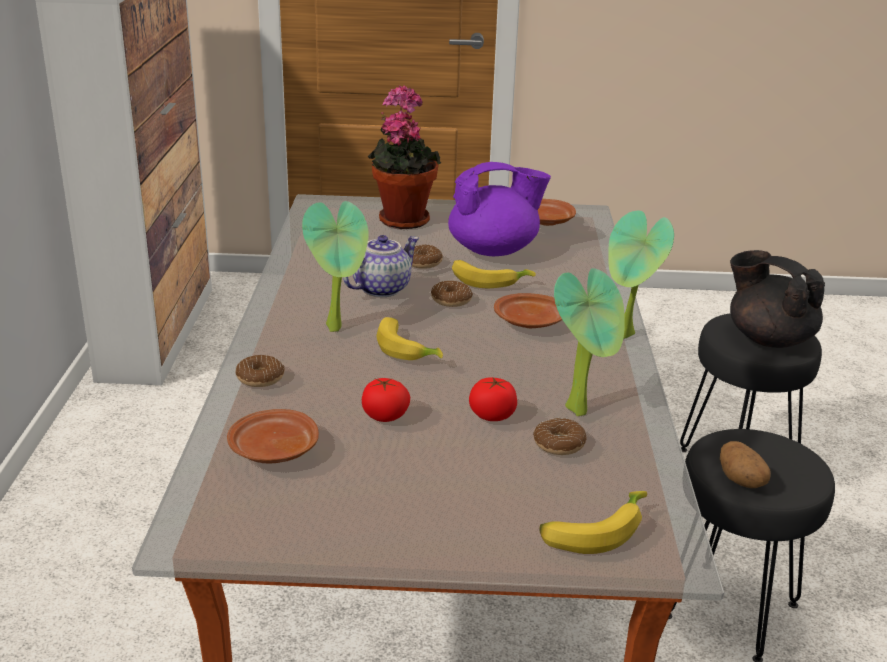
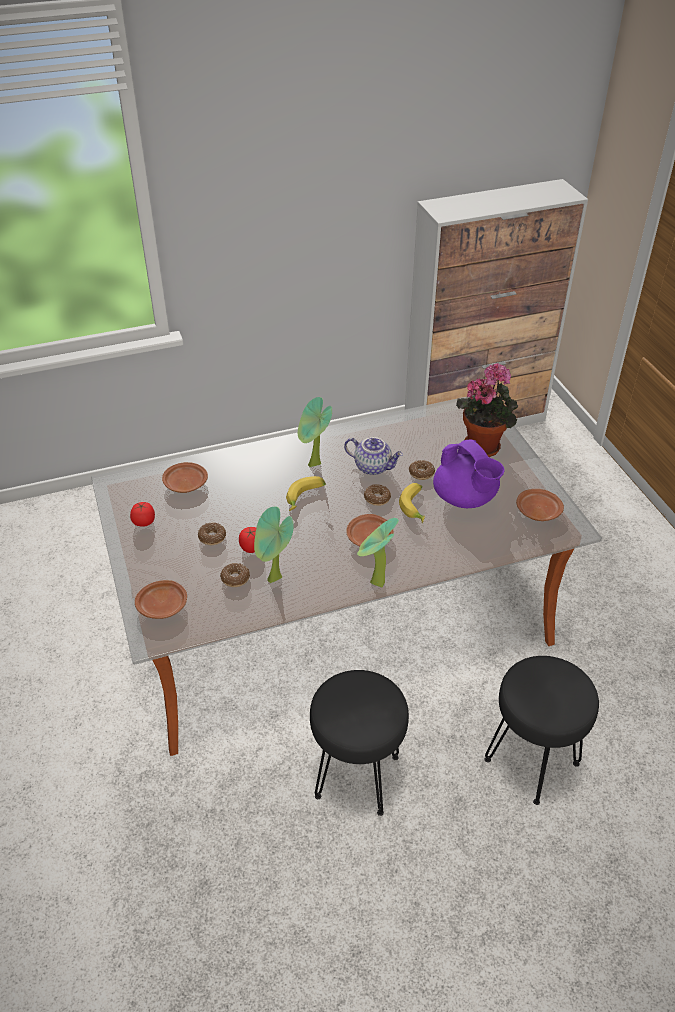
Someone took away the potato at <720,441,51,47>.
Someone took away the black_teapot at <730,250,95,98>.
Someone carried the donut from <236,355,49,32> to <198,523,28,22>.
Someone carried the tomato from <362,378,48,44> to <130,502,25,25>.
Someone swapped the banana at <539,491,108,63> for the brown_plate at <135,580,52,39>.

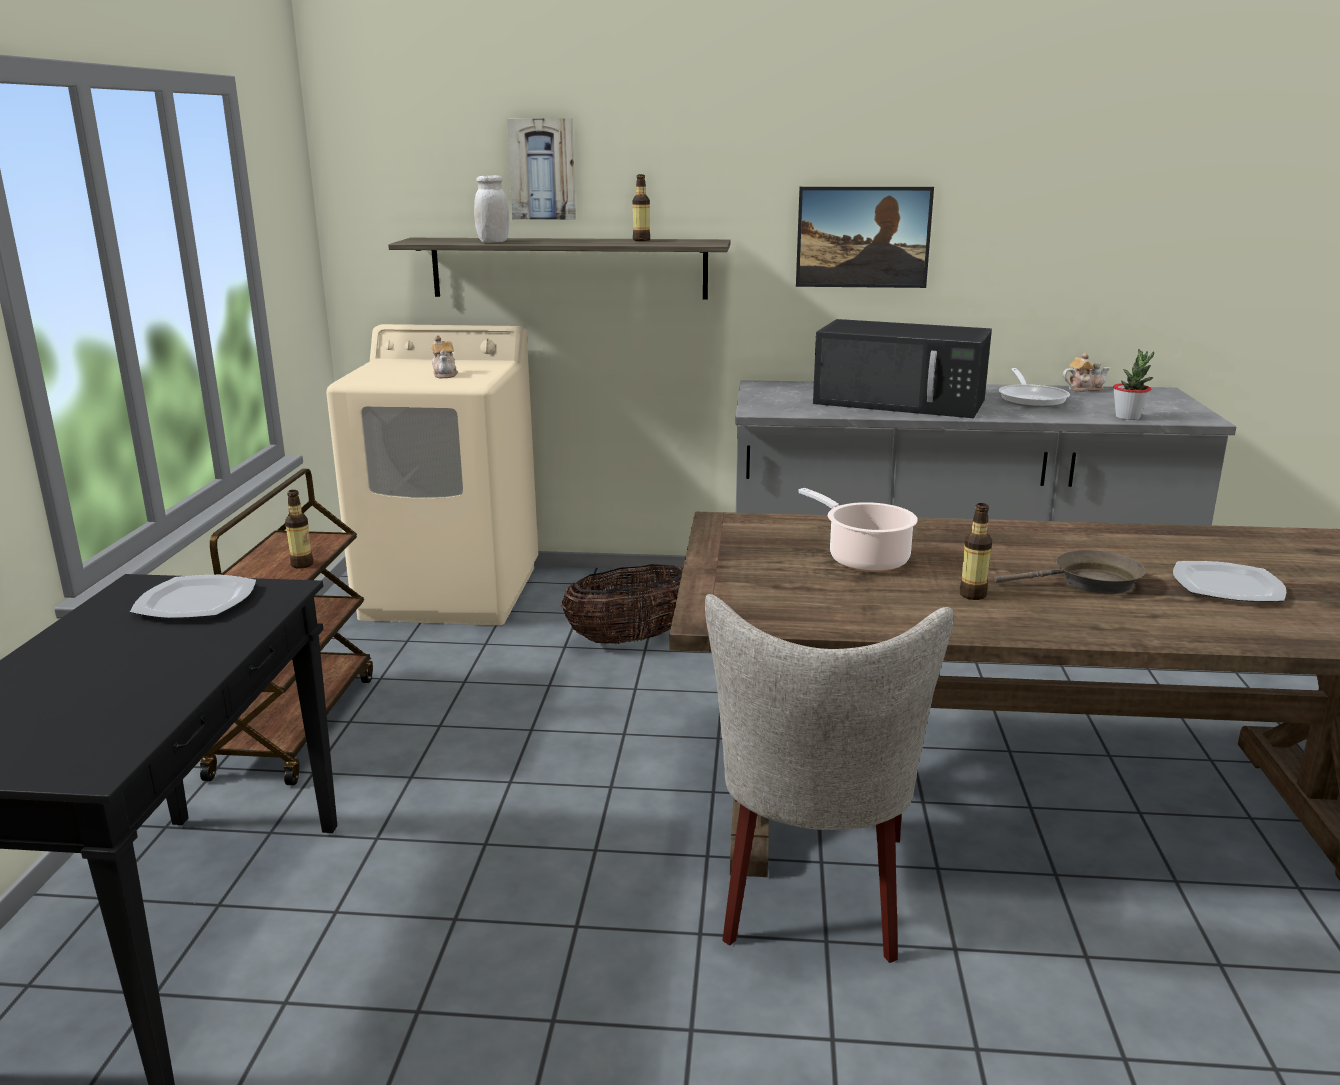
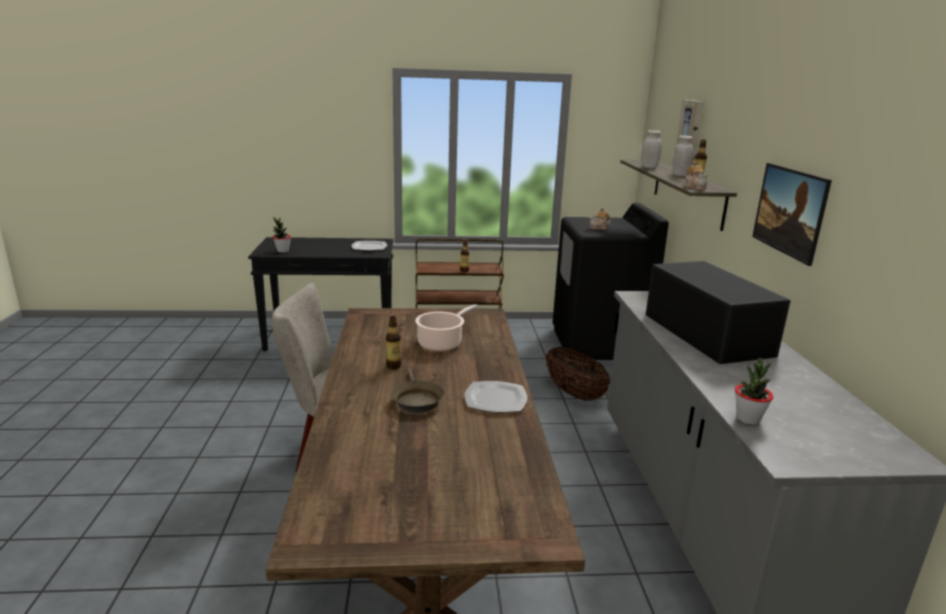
Someone took away the frying_pan at <999,368,71,39>.
Someone put down the potted_plant at <273,218,18,35>.
Someone put down the white_jar at <672,135,21,41>.
Someone carried the teapot from <1063,353,47,39> to <685,161,23,29>.
Someone carried the plate from <1173,561,113,41> to <465,381,62,31>.
Someone repainted the beige_washing_machine at <326,324,212,302>, which became the black_washing_machine at <553,203,116,157>.
Someone rotated the black_microwave at <813,319,179,99> by 150 degrees clockwise.

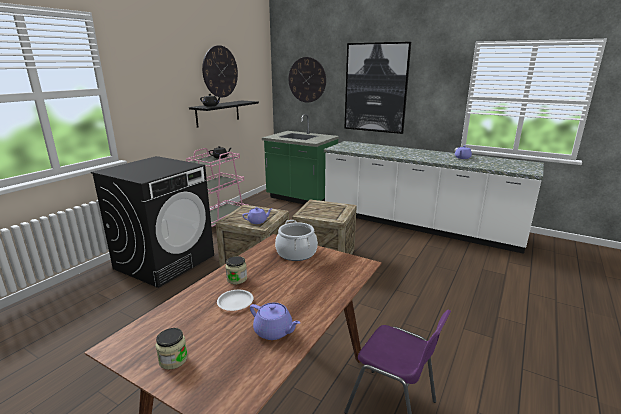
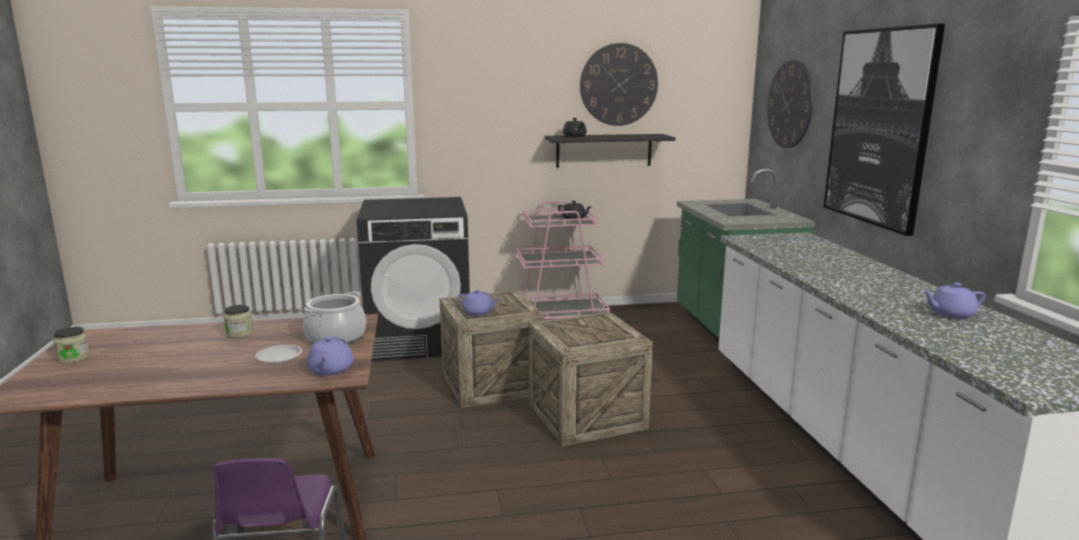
Someone carried the white_plate from <217,290,36,21> to <255,345,47,18>.
Someone carried the purple_teapot from <250,303,51,37> to <307,336,47,40>.

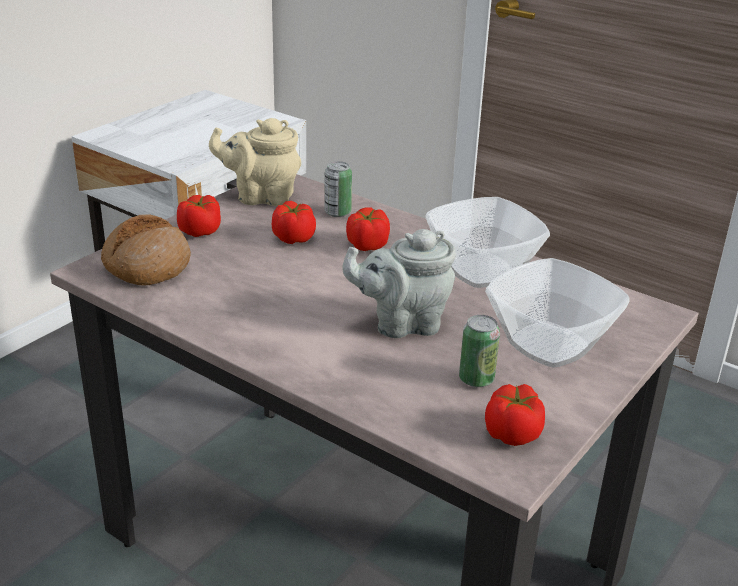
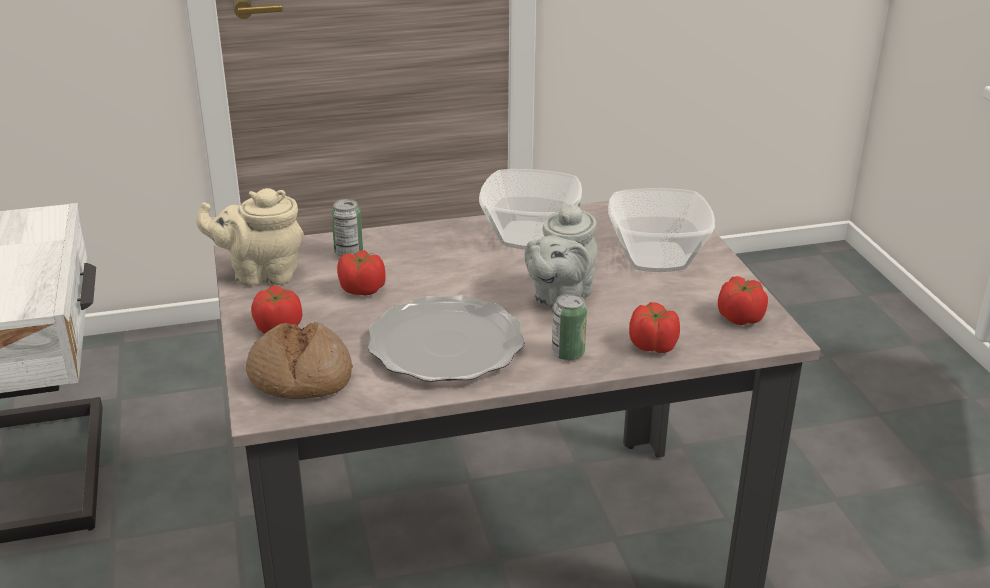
Someone put down the plate at <368,295,157,87>.
Someone carried the tomato from <346,207,44,44> to <629,302,51,51>.
Someone carried the can from <459,315,41,72> to <552,293,35,68>.
Someone rotated the beige_teapot at <209,118,92,88> by 45 degrees clockwise.

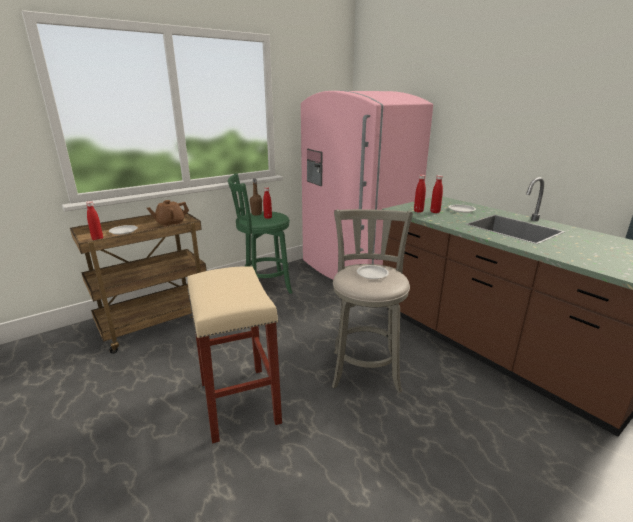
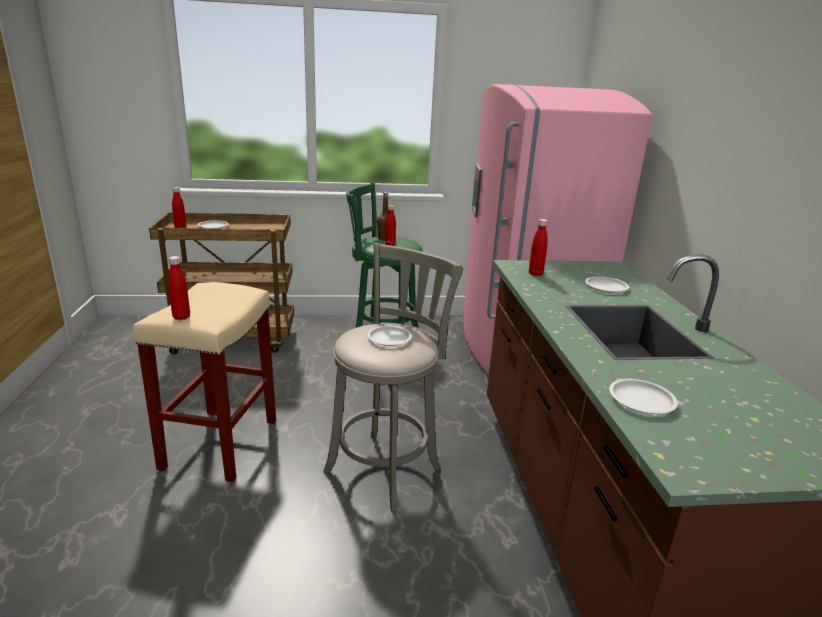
Someone took away the brown_teapot at <147,200,42,27>.
Someone put down the white_plate at <609,379,69,35>.
Someone carried the red_bottle from <430,175,13,38> to <168,256,22,64>.

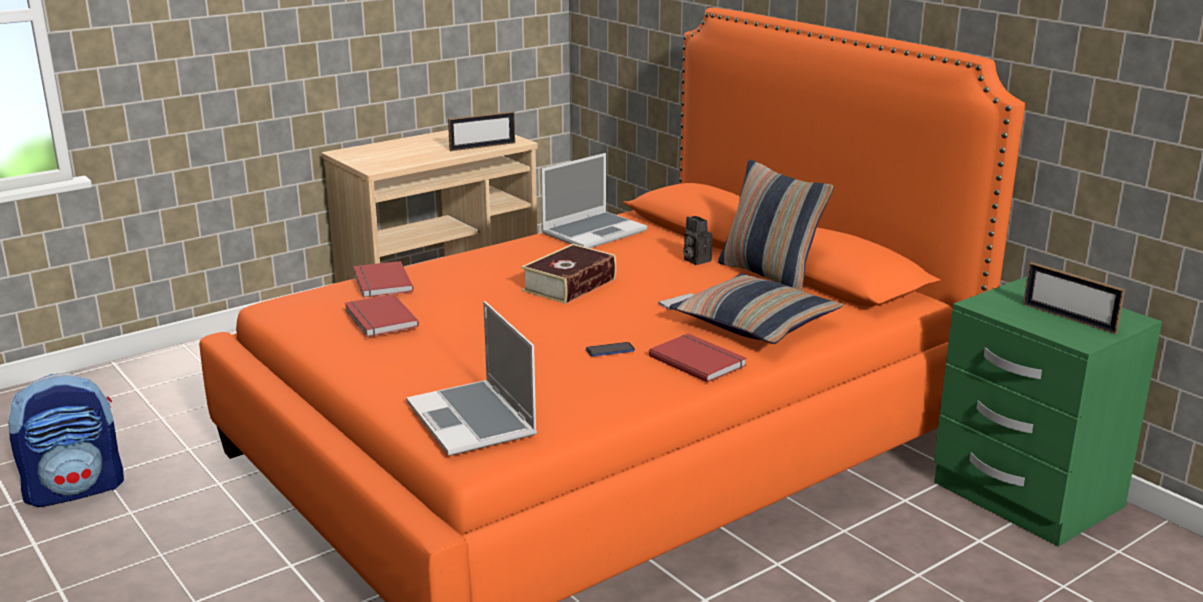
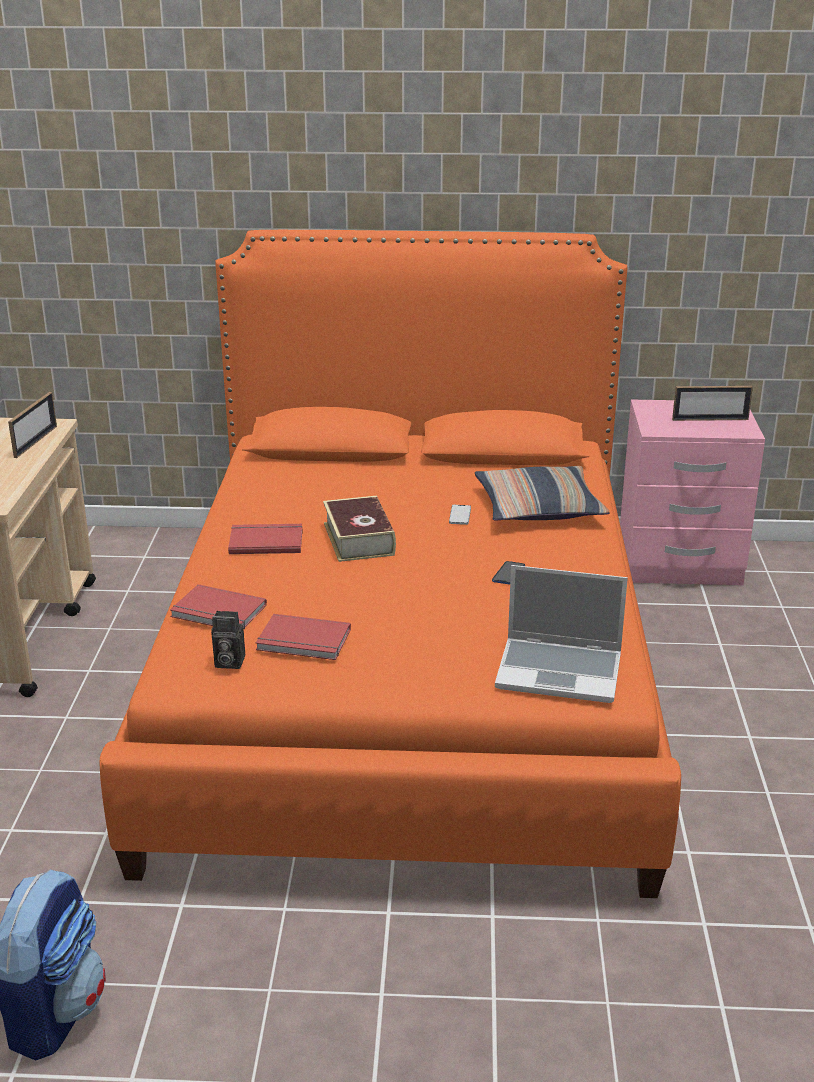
Someone took away the laptop at <541,153,106,95>.
Someone took away the pillow at <718,159,115,132>.
Someone carried the red_book from <649,333,98,50> to <228,524,75,30>.
Someone carried the photo_camera from <683,216,29,49> to <211,611,34,58>.
Someone repainted the green_nightstand at <934,276,228,271>, which became the pink_nightstand at <620,400,145,185>.

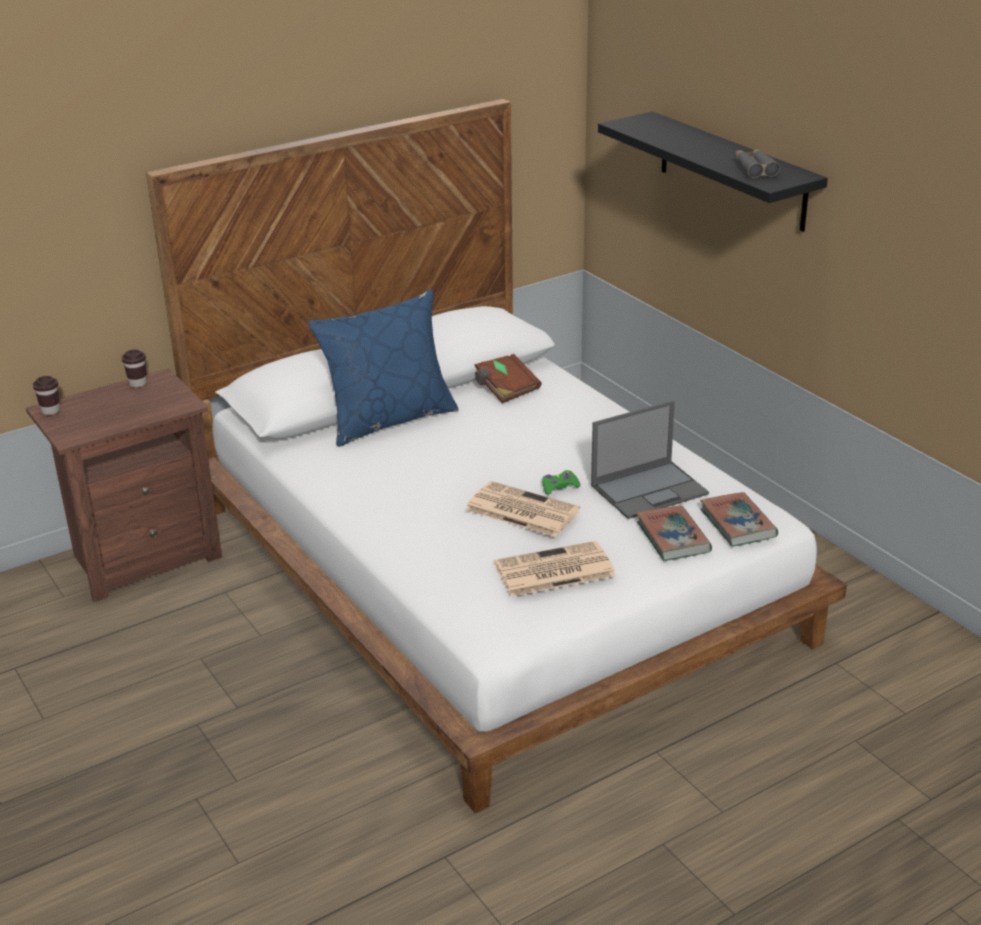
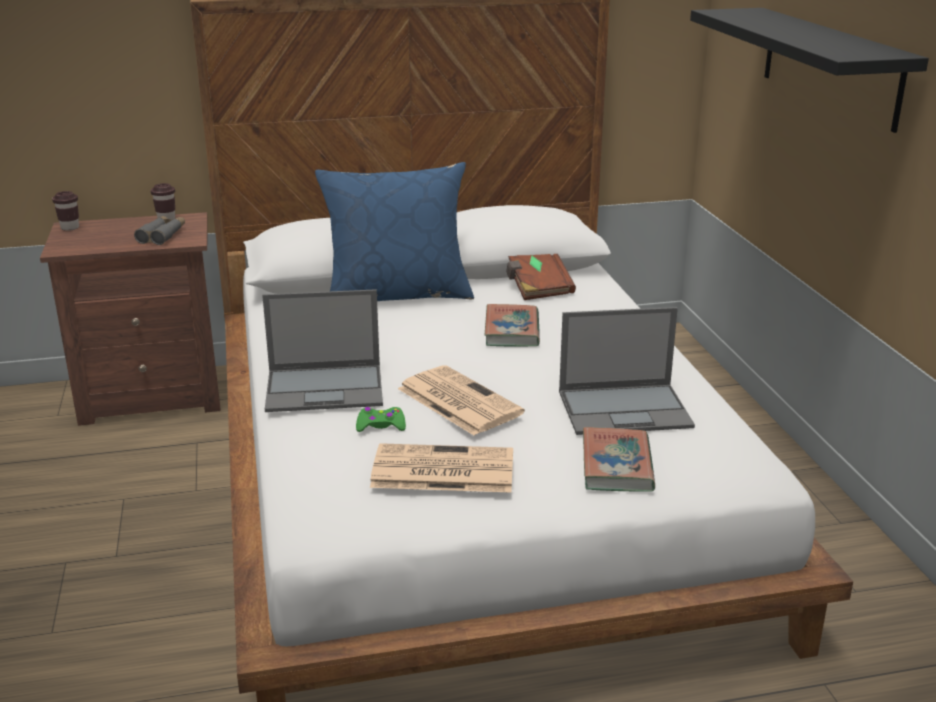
Someone put down the laptop at <262,289,121,123>.
Someone carried the green_game_controller from <542,470,38,25> to <356,407,50,25>.
Someone carried the book from <700,492,78,55> to <485,304,55,43>.
Someone carried the grey_binoculars from <735,149,45,29> to <134,216,51,29>.

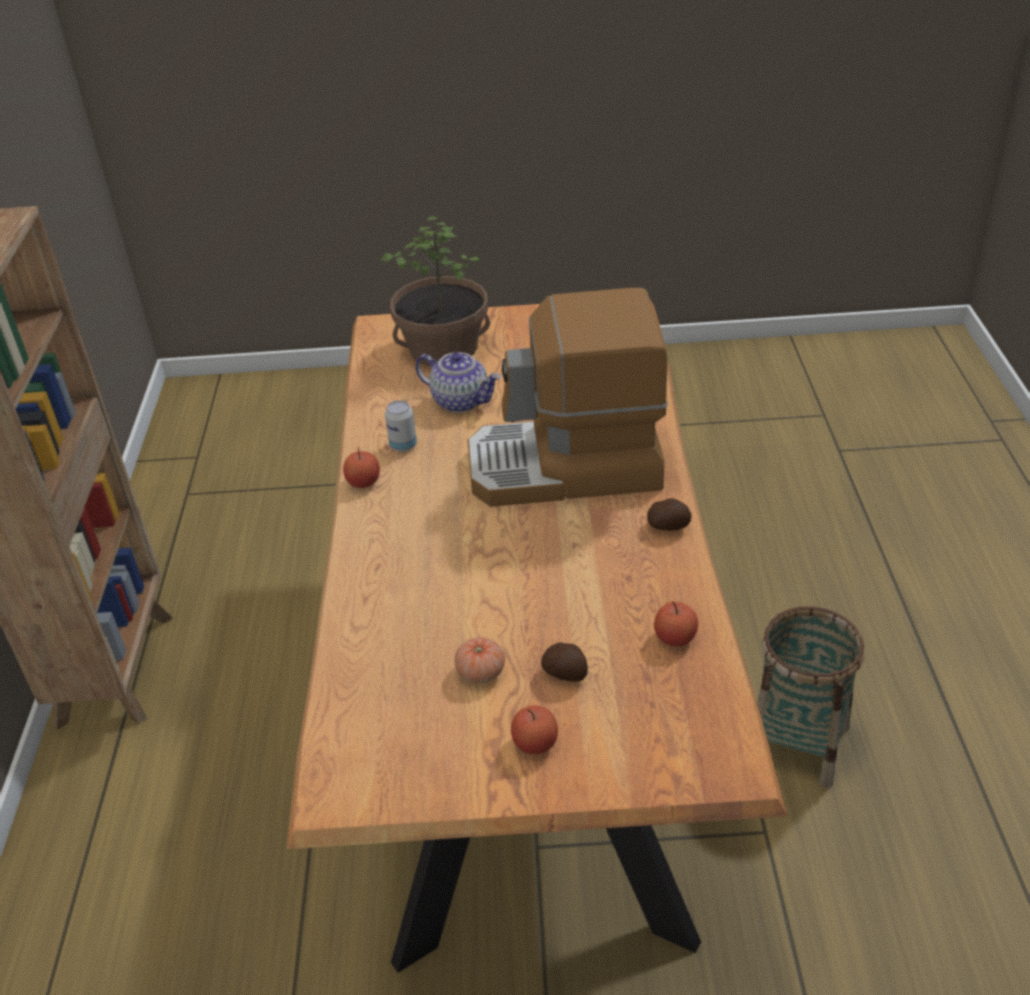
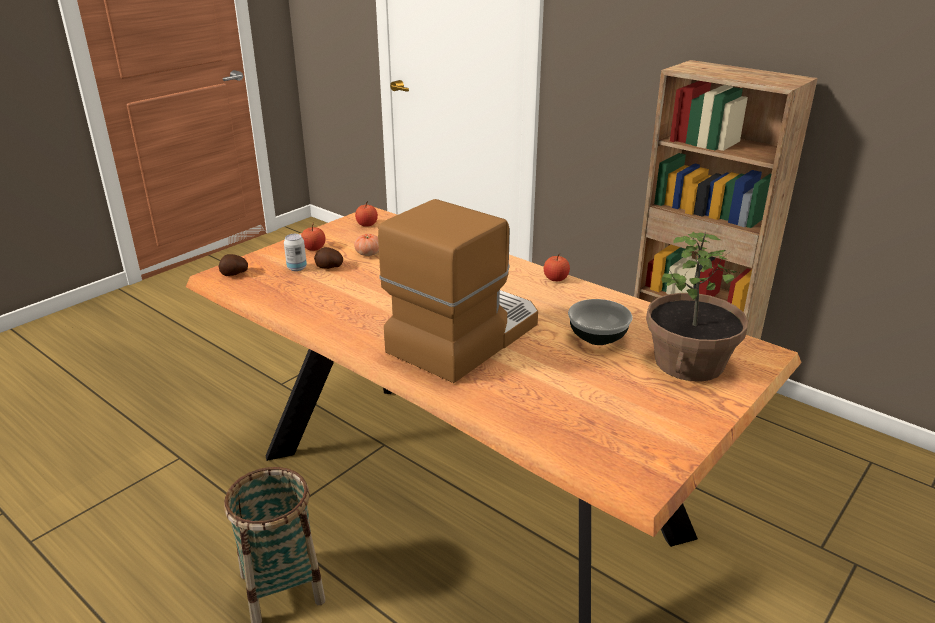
Someone carried the can from <385,400,32,52> to <284,234,23,37>.
Someone carried the potato from <647,498,45,33> to <219,254,29,22>.
Someone carried the apple from <654,601,44,46> to <355,201,23,26>.
Someone swapped the teapot at <416,352,85,61> for the bowl at <568,299,64,46>.

